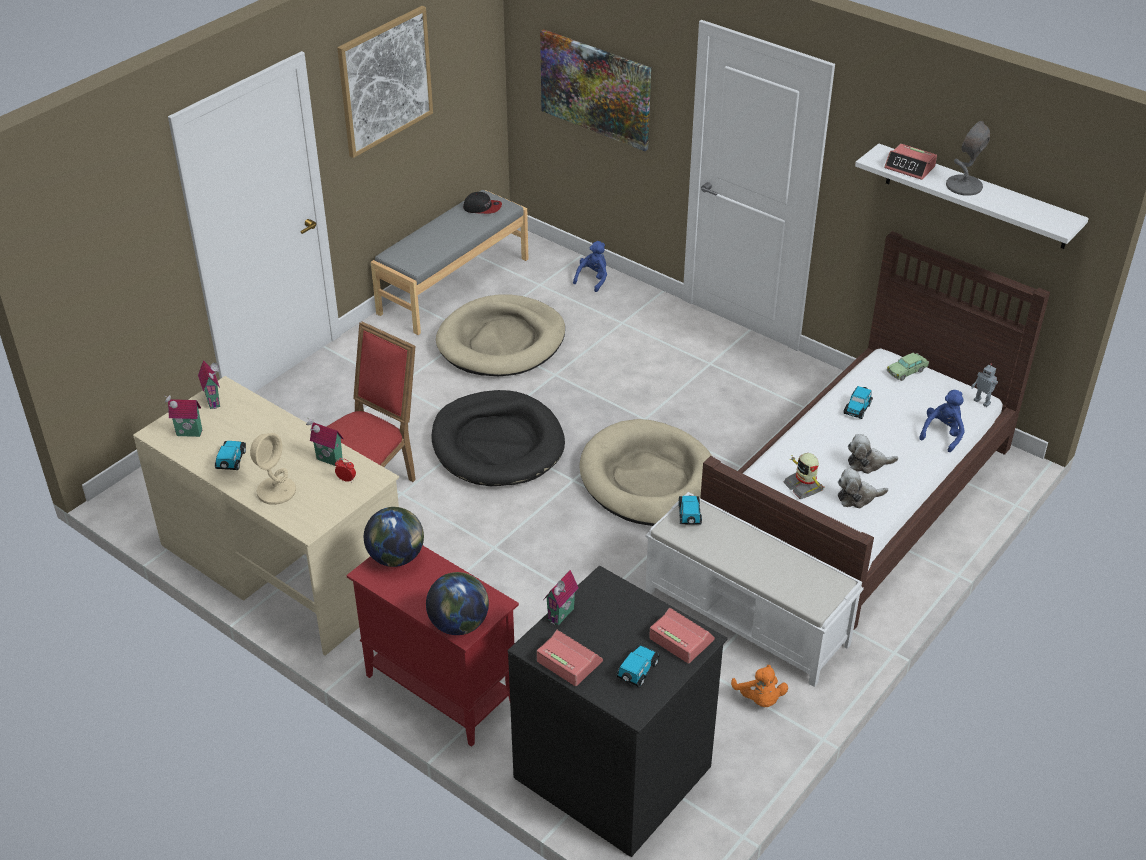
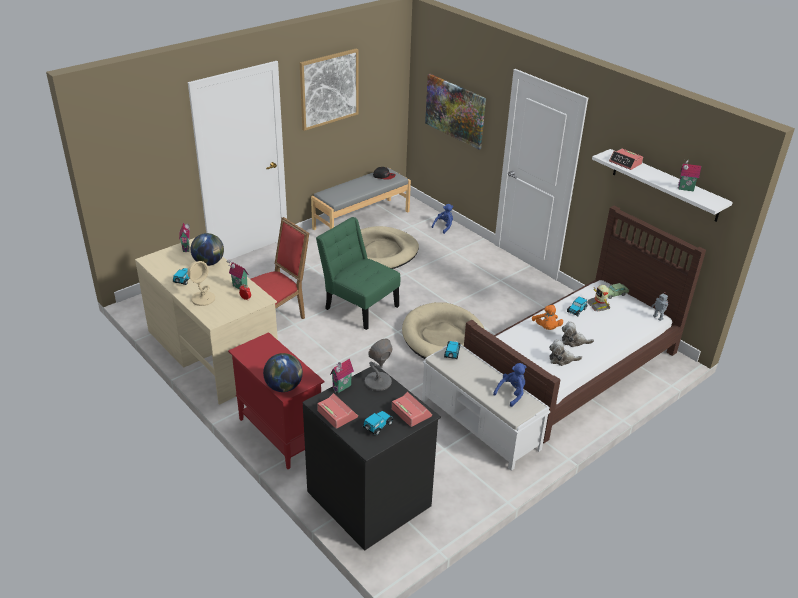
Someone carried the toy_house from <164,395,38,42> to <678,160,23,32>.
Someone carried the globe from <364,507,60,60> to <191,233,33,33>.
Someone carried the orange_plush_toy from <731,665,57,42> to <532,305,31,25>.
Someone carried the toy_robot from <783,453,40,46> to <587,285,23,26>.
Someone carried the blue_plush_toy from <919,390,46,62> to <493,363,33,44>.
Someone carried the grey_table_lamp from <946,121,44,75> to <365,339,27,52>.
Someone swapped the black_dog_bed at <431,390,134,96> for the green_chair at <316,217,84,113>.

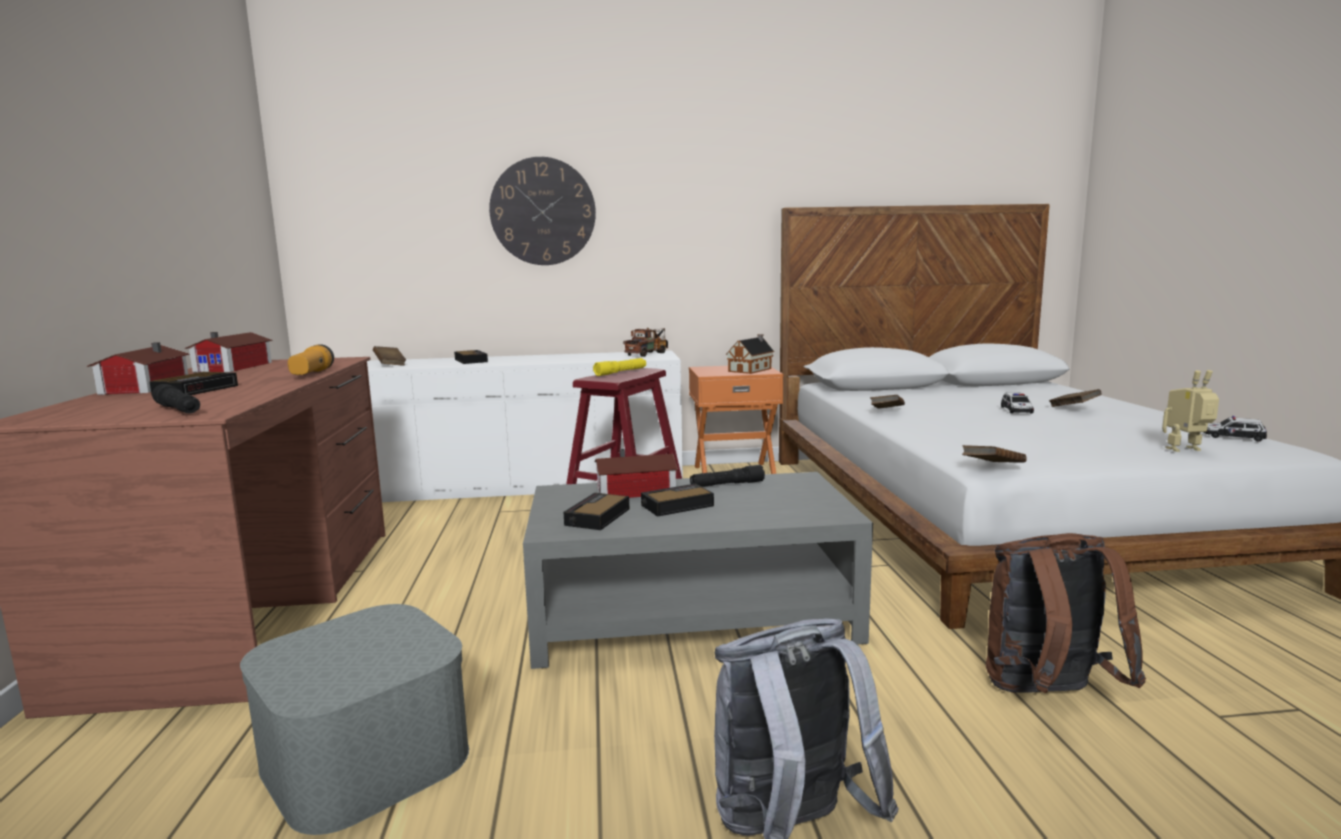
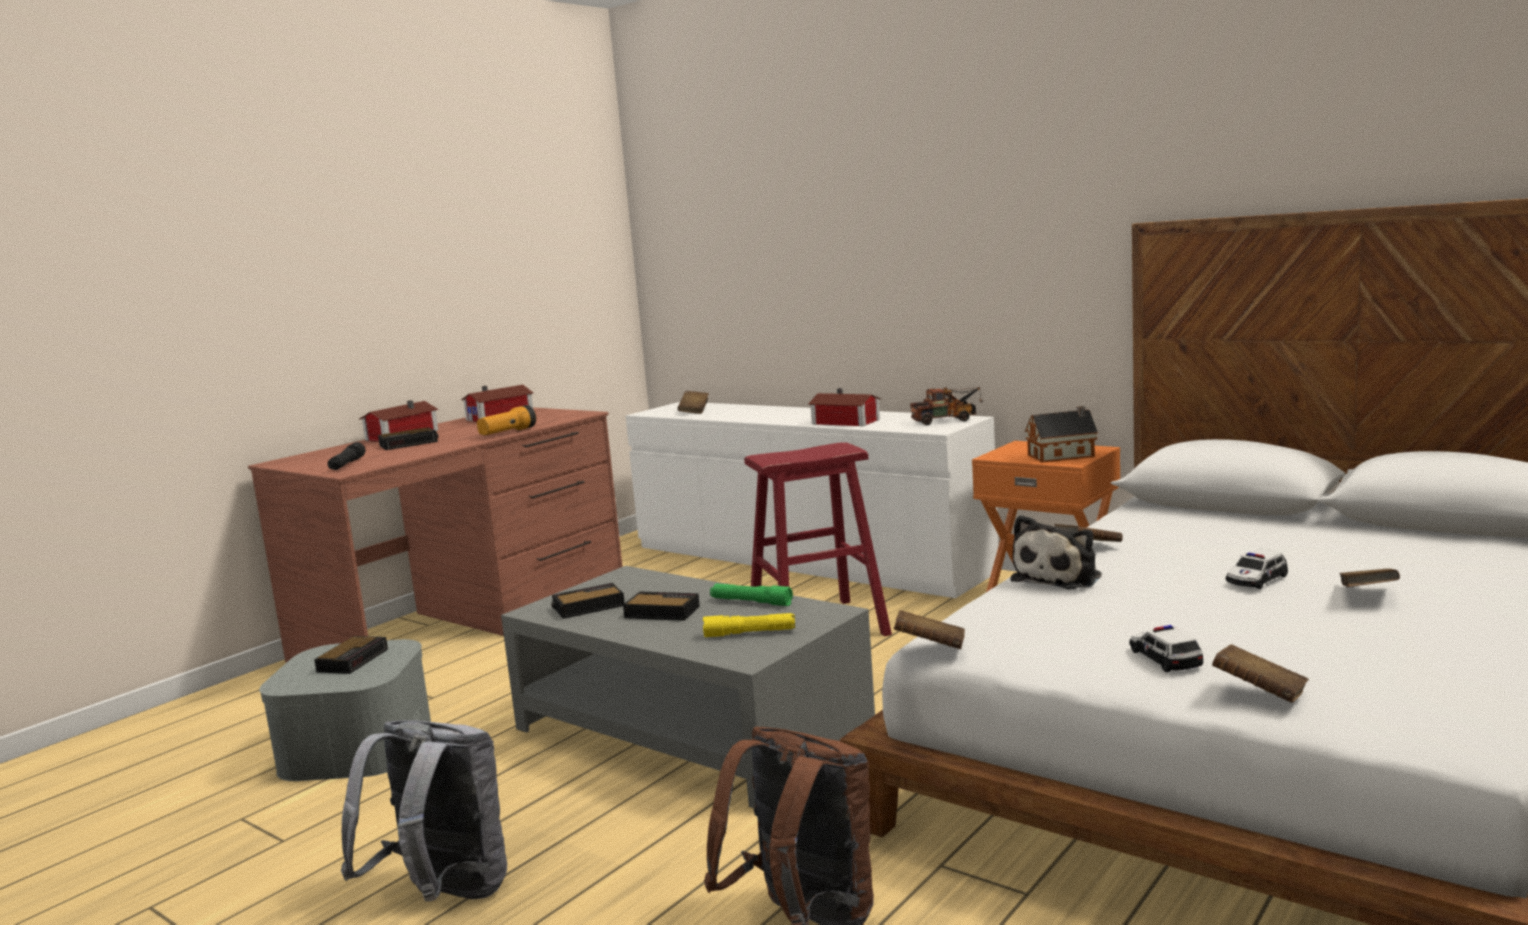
Someone took away the wall_clock at <489,157,107,108>.
Someone put down the plush_toy at <1011,515,91,74>.
Someone carried the alarm_clock from <454,350,34,14> to <314,636,74,38>.
Someone carried the yellow_flashlight from <593,358,53,18> to <703,613,92,24>.
Someone carried the toy_house from <595,449,83,49> to <808,388,73,38>.
Someone carried the toy_car from <1203,416,64,26> to <1129,625,75,47>.
Someone swapped the toy_robot at <1162,370,57,82> for the brown_book at <1212,644,97,59>.
Someone repainted the black_flashlight at <690,465,75,22>, which became the green_flashlight at <710,583,83,23>.

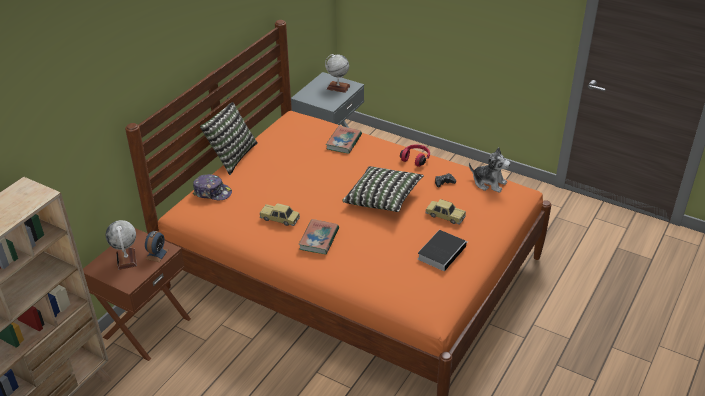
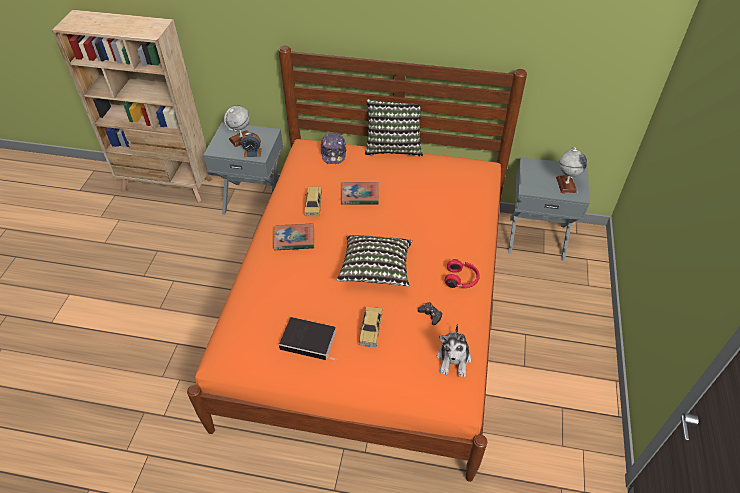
Someone carried the book from <326,126,36,28> to <341,182,38,23>.
Someone repainted the brown_nightstand at <83,228,108,133>, which became the grey_nightstand at <203,122,80,93>.

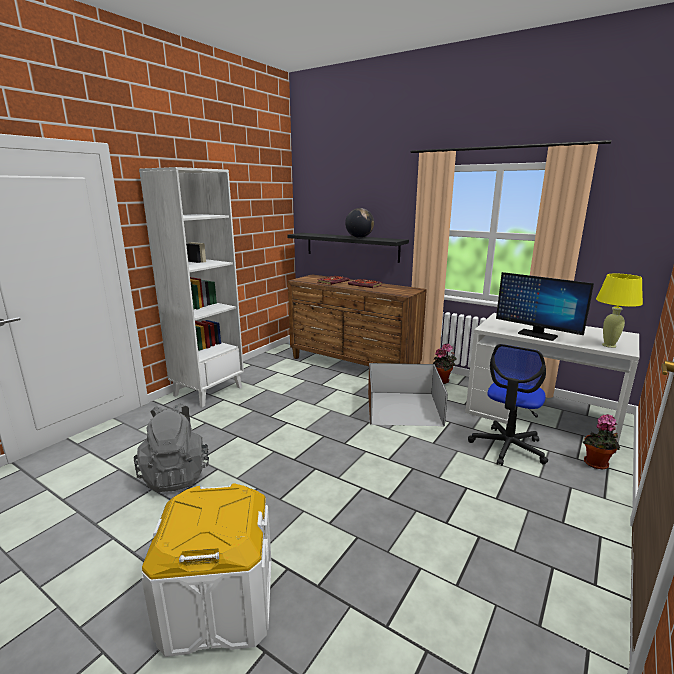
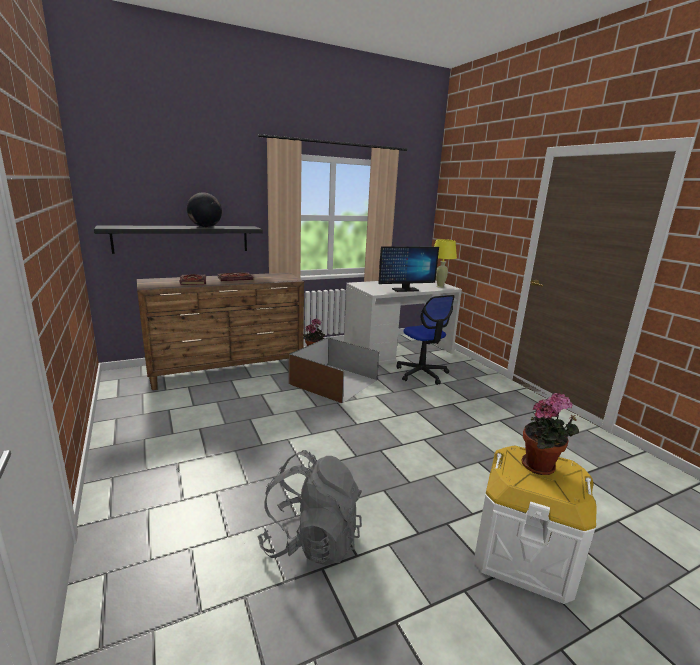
Someone took away the white_bookcase at <139,167,105,240>.
Someone carried the potted_plant from <583,414,37,55> to <521,393,58,82>.

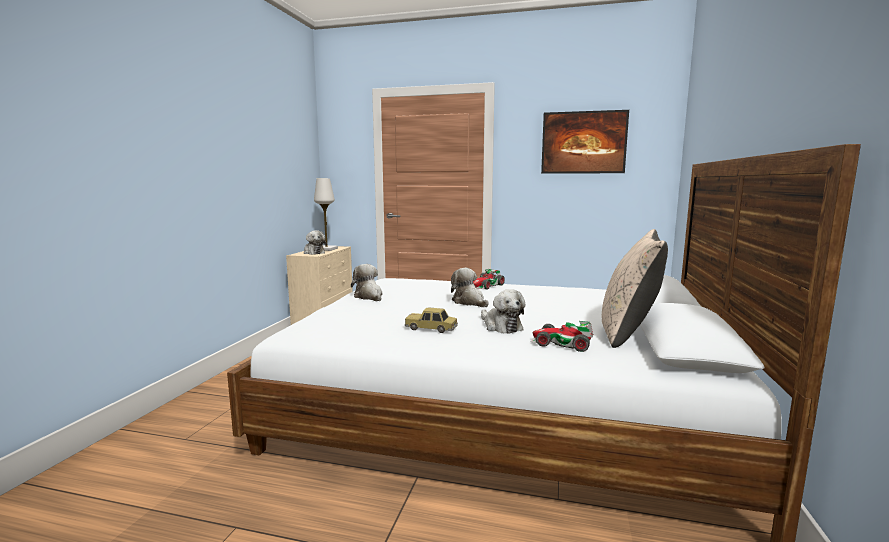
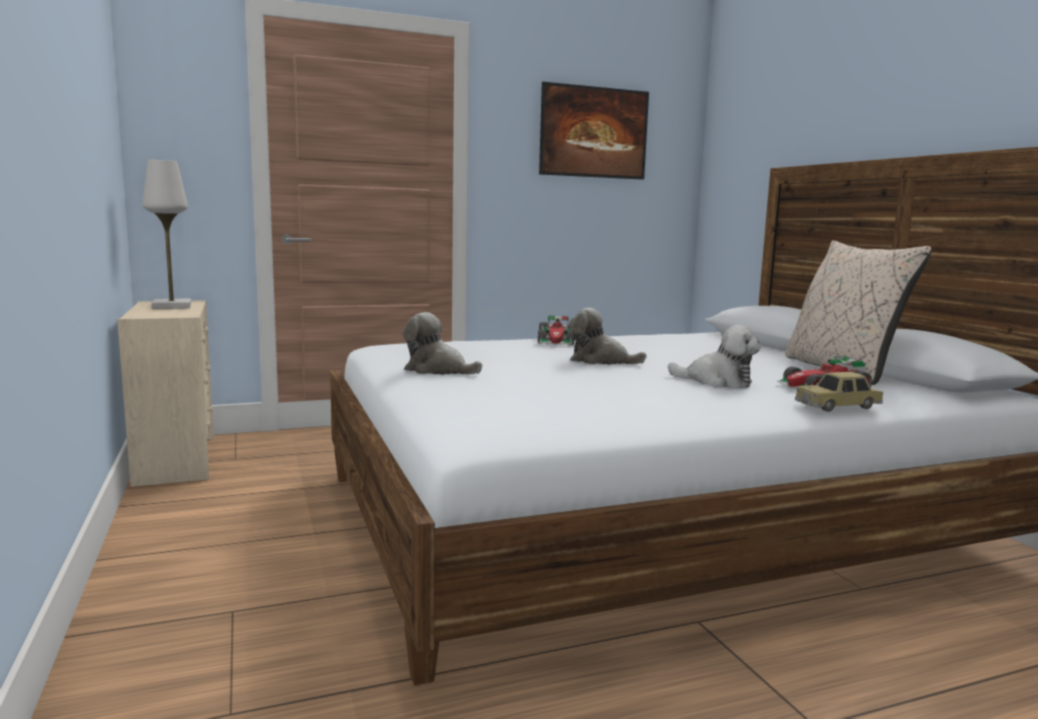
Someone took away the plush_toy at <304,230,23,25>.
Someone carried the toy_car from <405,307,53,26> to <795,372,88,40>.

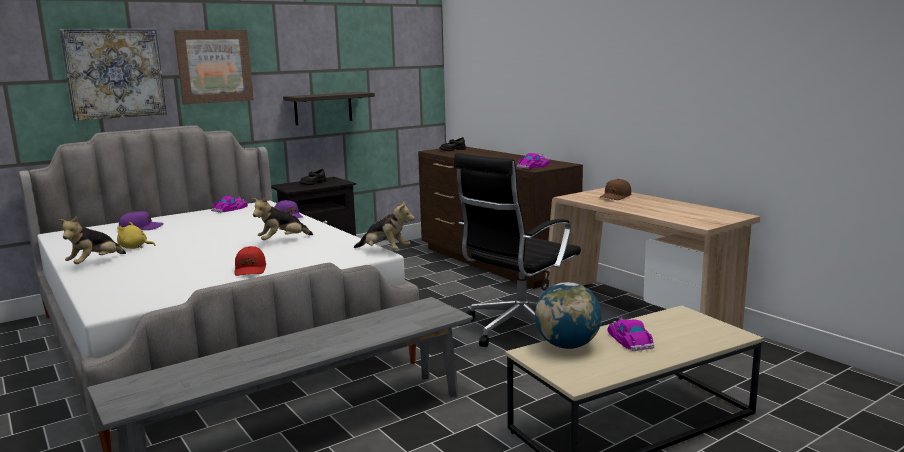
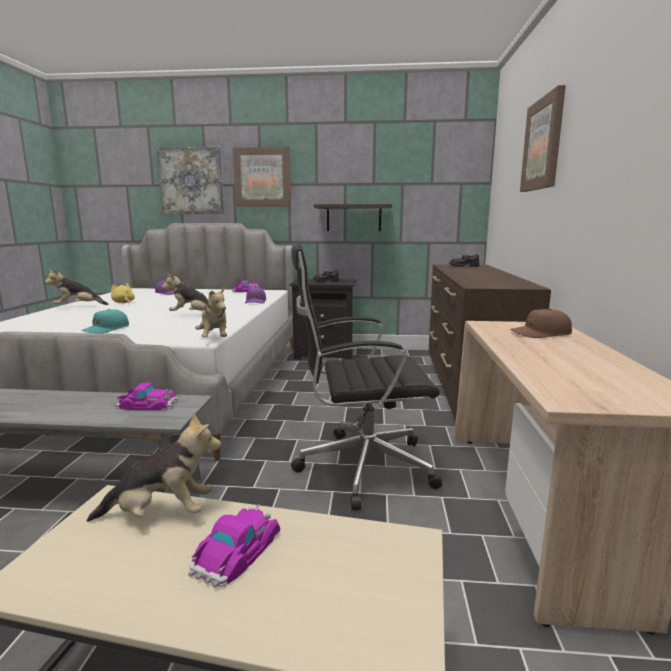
Someone put up the picture at <520,85,46,107>.
Someone carried the toy_car from <516,153,34,16> to <114,382,65,28>.
Someone swapped the globe at <535,282,67,67> for the plush_toy at <87,412,134,110>.
Someone repainted the red_cap at <235,246,31,30>, which became the turquoise_cap at <81,309,48,24>.

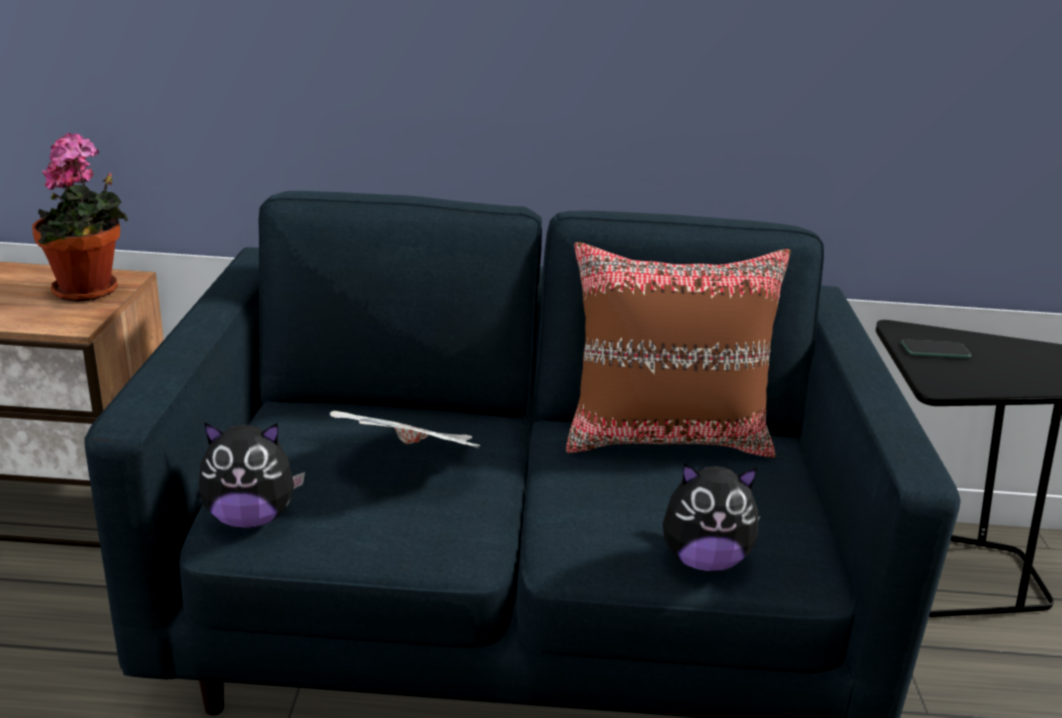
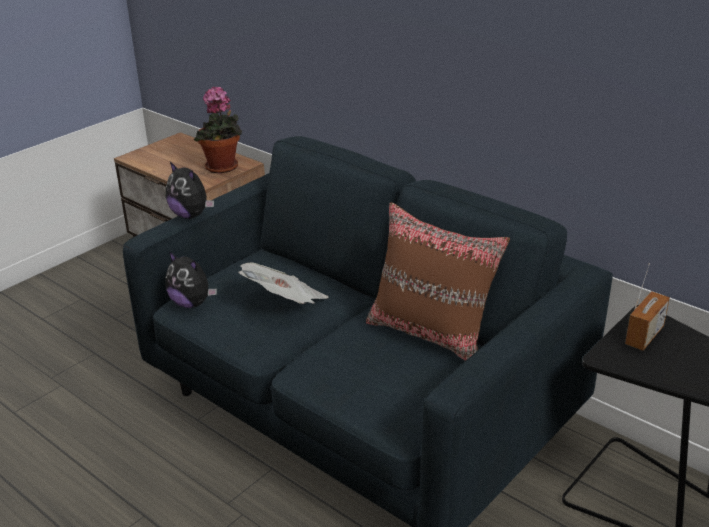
Someone carried the plush_toy from <663,463,97,108> to <166,162,48,57>.
Someone swapped the phone at <901,339,70,19> for the radio at <625,263,45,88>.

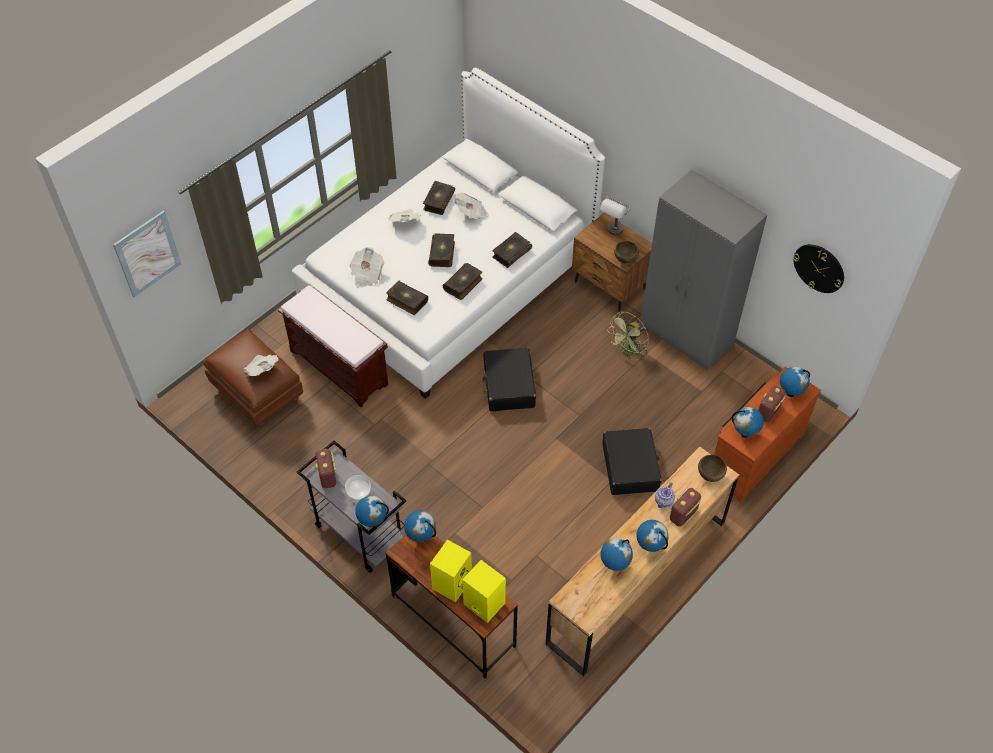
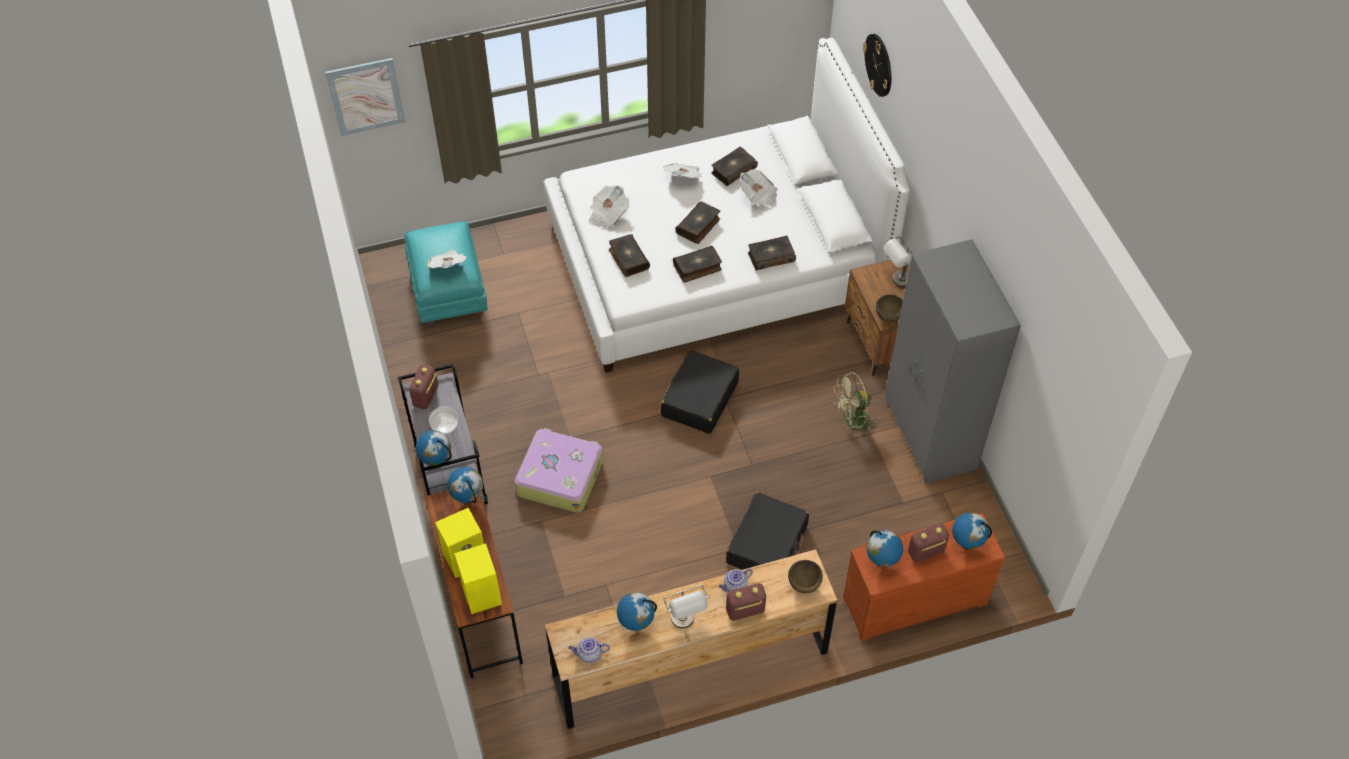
Someone took away the brown_bench at <278,284,110,123>.
Someone put down the suitcase at <515,428,88,85>.
Someone put down the teapot at <568,637,42,26>.
Someone carried the wall_clock from <793,244,51,49> to <863,34,28,63>.
Someone swapped the globe at <636,520,33,32> for the grey_table_lamp at <663,584,46,45>.
Someone repainted the brown_ottoman at <203,329,100,98>, which became the turquoise_ottoman at <404,221,84,105>.

